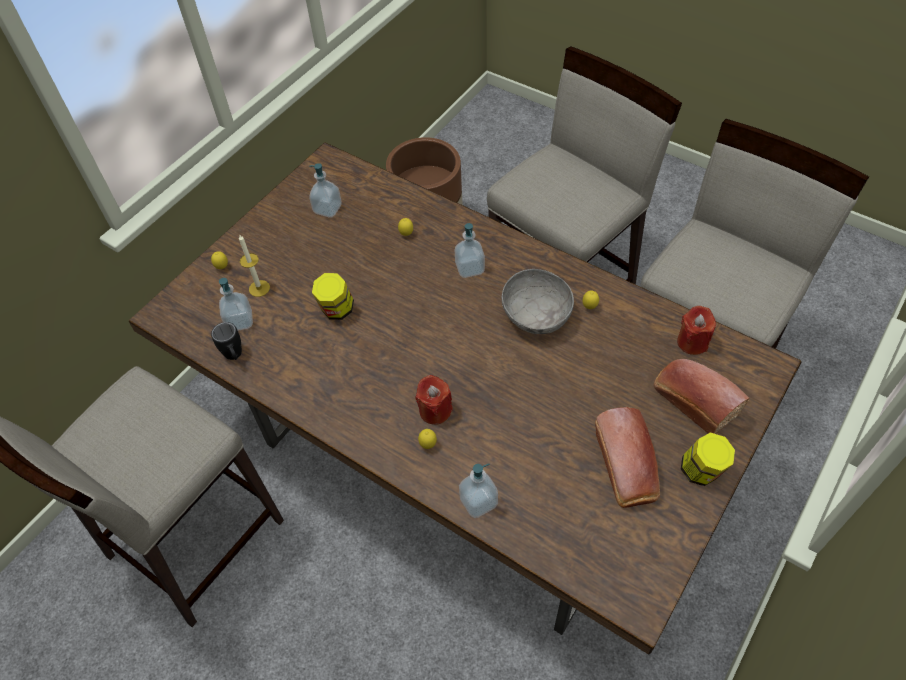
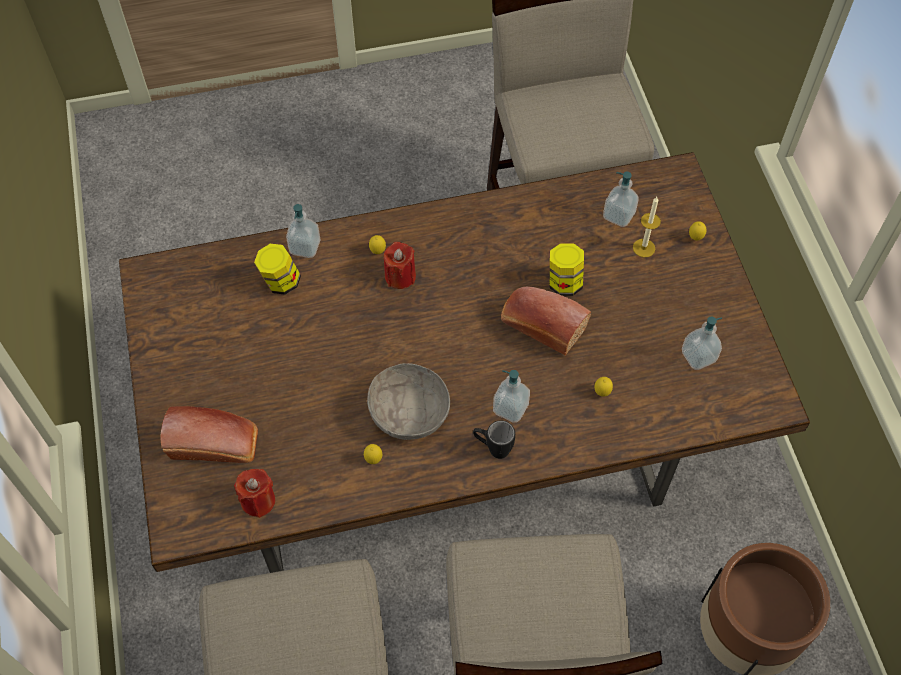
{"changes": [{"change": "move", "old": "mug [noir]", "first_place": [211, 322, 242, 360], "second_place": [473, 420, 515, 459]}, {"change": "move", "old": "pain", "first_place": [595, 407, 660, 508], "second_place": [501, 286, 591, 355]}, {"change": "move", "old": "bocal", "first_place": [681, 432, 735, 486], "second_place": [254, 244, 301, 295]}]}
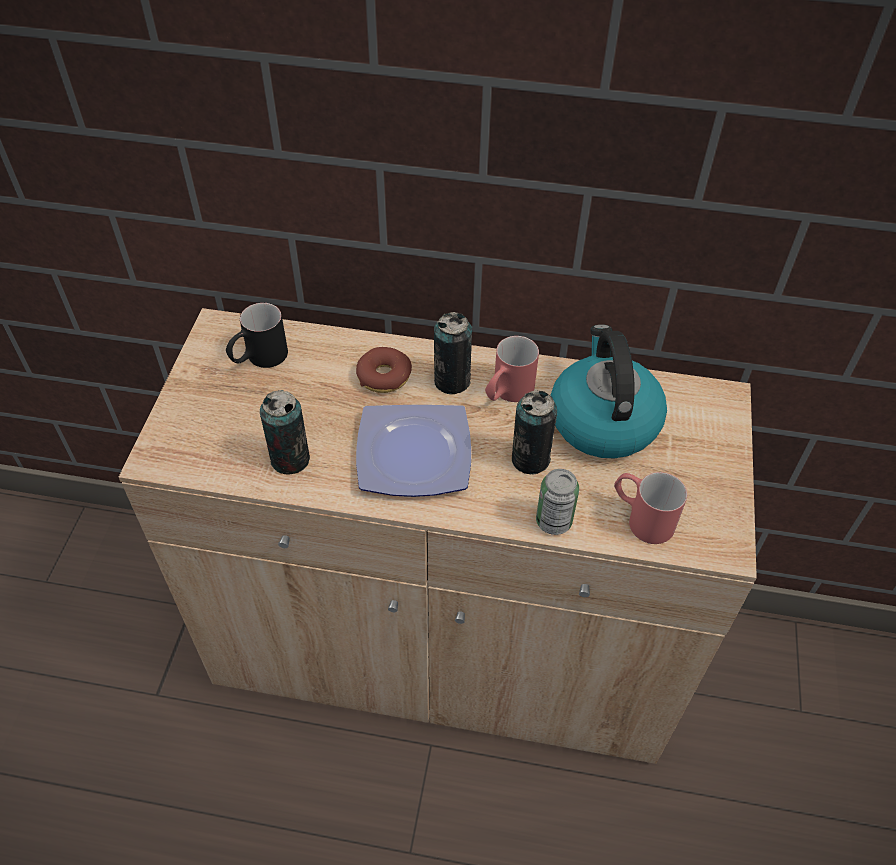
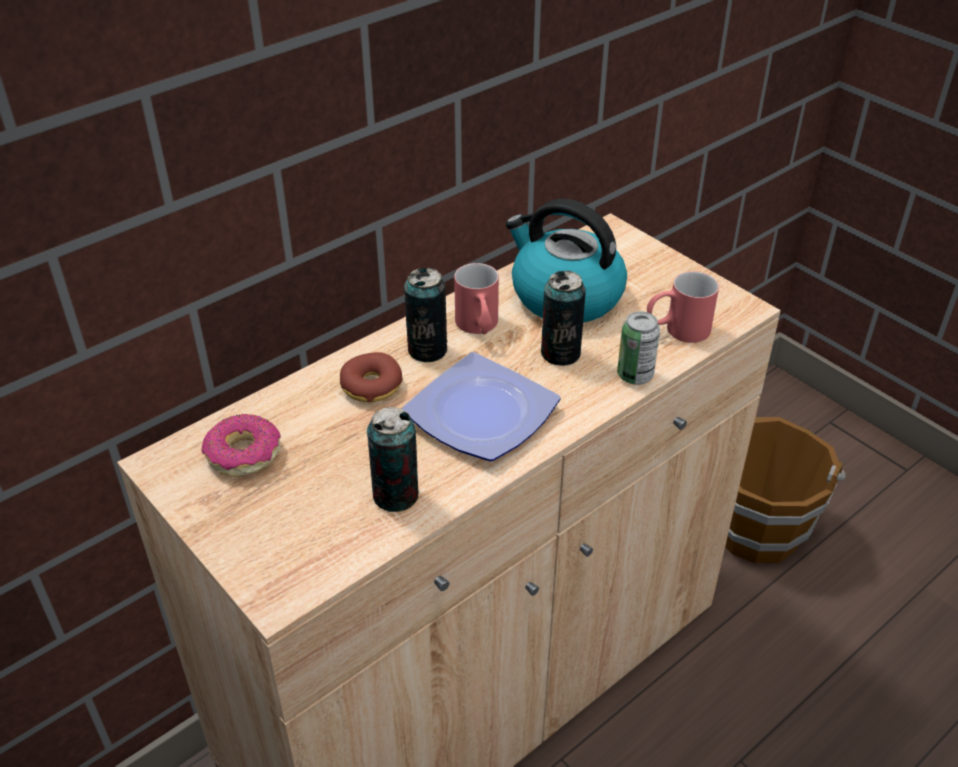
{"changes": [{"change": "replace", "old": "mug [noir]", "new": "beignet", "first_place": [226, 303, 288, 368], "second_place": [201, 414, 281, 477]}, {"change": "insert", "new": "seau [marron]", "second_place": [725, 417, 846, 563]}]}
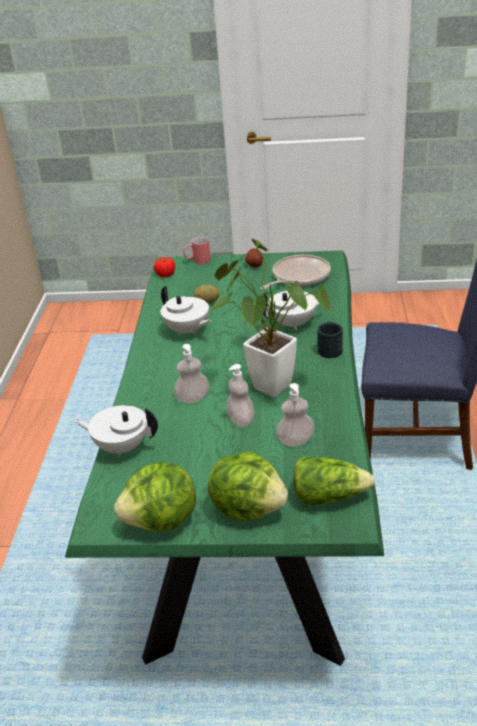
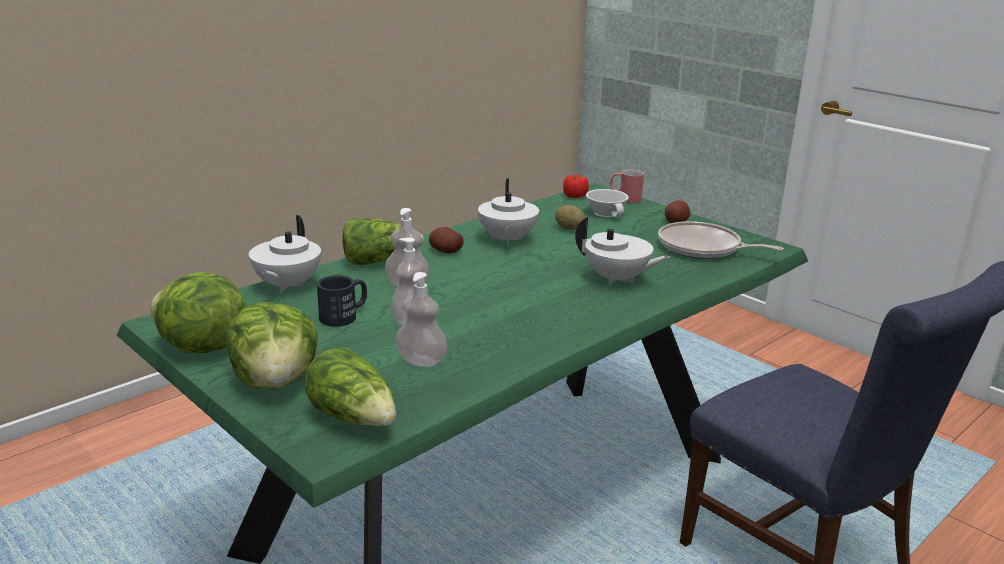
{"changes": [{"change": "rotate", "old": "théière [blanc]", "first_place": [74, 405, 158, 456], "second_place": [249, 215, 321, 293], "degrees": -135}, {"change": "delete", "old": "plante en pot", "first_place": [209, 239, 330, 397]}, {"change": "rotate", "old": "poêle", "first_place": [261, 255, 331, 290], "second_place": [658, 221, 784, 259], "degrees": -150}, {"change": "move", "old": "mug [noir]", "first_place": [317, 321, 343, 358], "second_place": [317, 275, 367, 327]}, {"change": "insert", "new": "laitue", "second_place": [342, 218, 424, 265]}, {"change": "insert", "new": "pomme de terre", "second_place": [429, 227, 464, 253]}, {"change": "insert", "new": "tasse [blanc]", "second_place": [586, 189, 629, 218]}]}
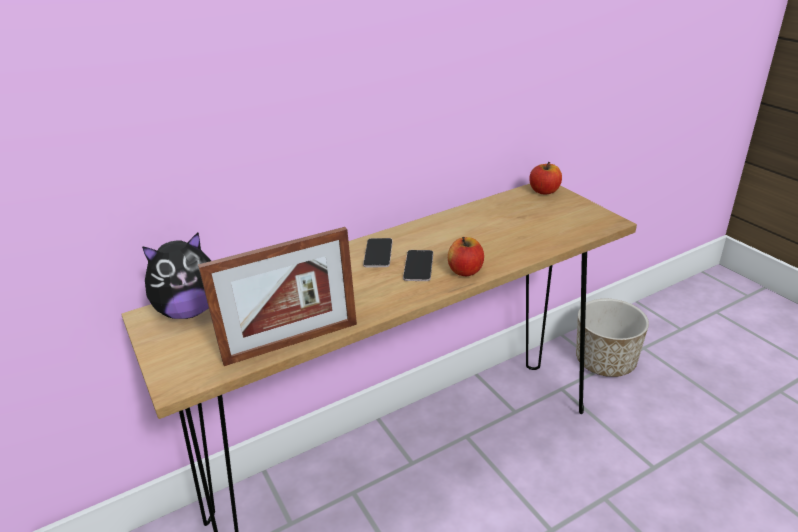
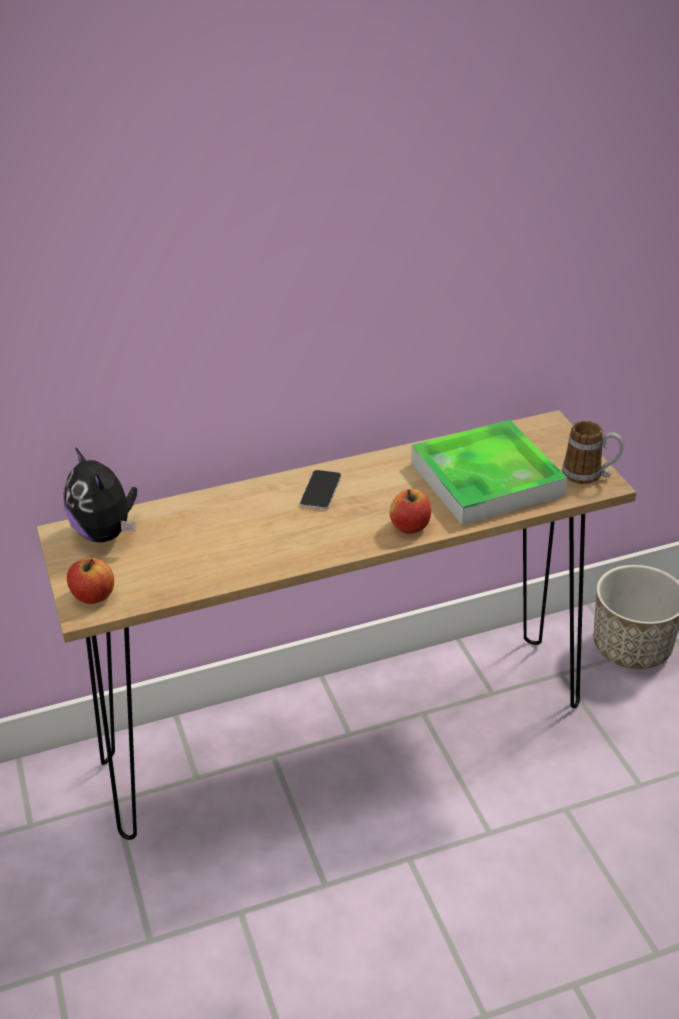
{"changes": [{"change": "rotate", "old": "peluche", "first_place": [142, 232, 211, 319], "second_place": [64, 447, 137, 542], "degrees": 75}, {"change": "delete", "old": "cadre photo", "first_place": [198, 227, 357, 366]}, {"change": "delete", "old": "téléphone", "first_place": [403, 250, 433, 281]}, {"change": "move", "old": "pomme", "first_place": [529, 162, 562, 195], "second_place": [67, 558, 114, 604]}, {"change": "insert", "new": "plateau", "second_place": [411, 420, 567, 525]}, {"change": "insert", "new": "mug", "second_place": [562, 421, 624, 484]}]}
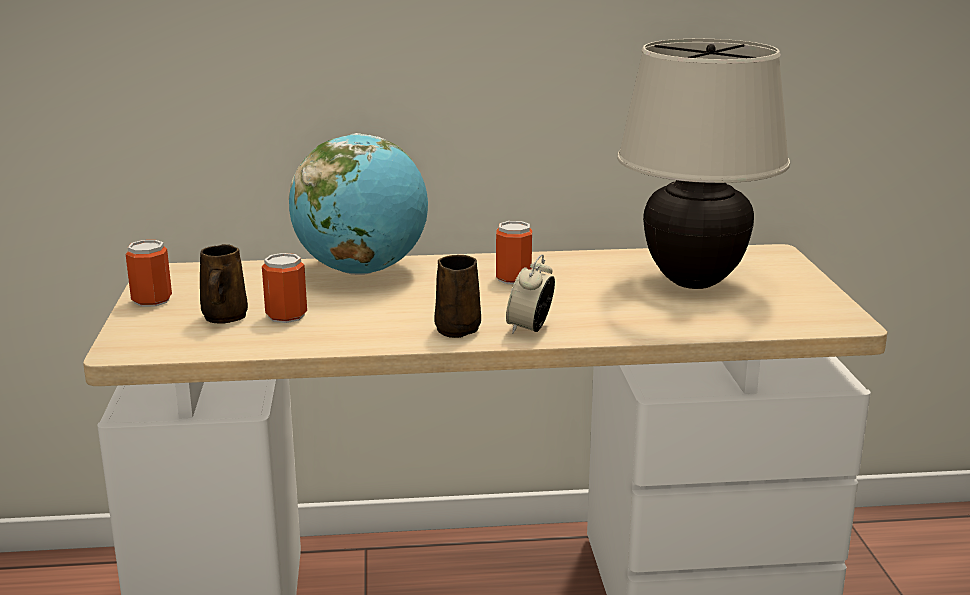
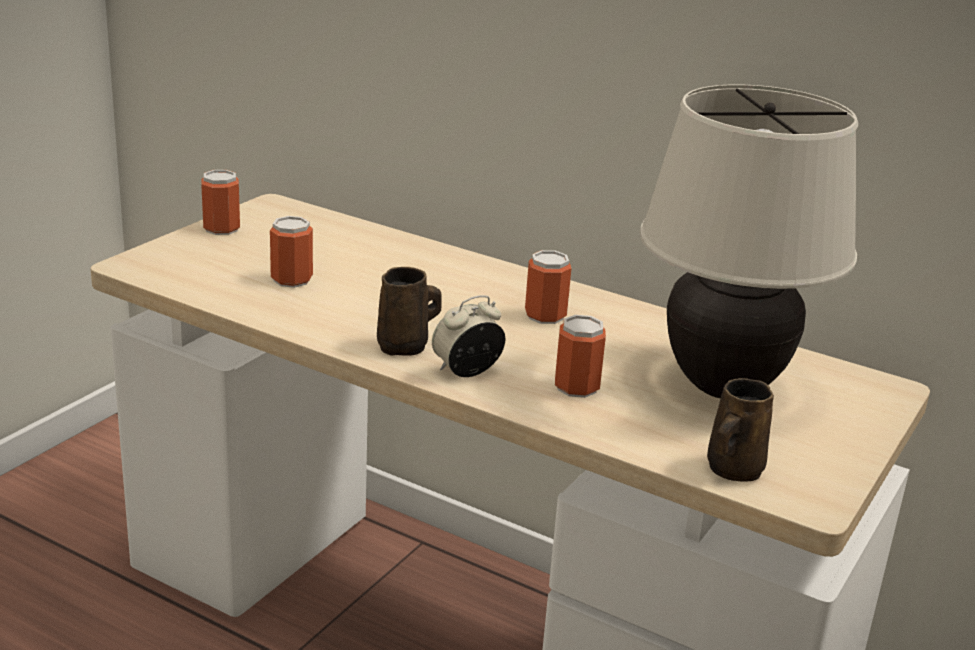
{"changes": [{"change": "move", "old": "mug [marron]", "first_place": [200, 244, 248, 323], "second_place": [707, 378, 774, 482]}, {"change": "delete", "old": "globe", "first_place": [289, 133, 428, 275]}, {"change": "insert", "new": "boîte métallique", "second_place": [555, 315, 606, 398]}]}
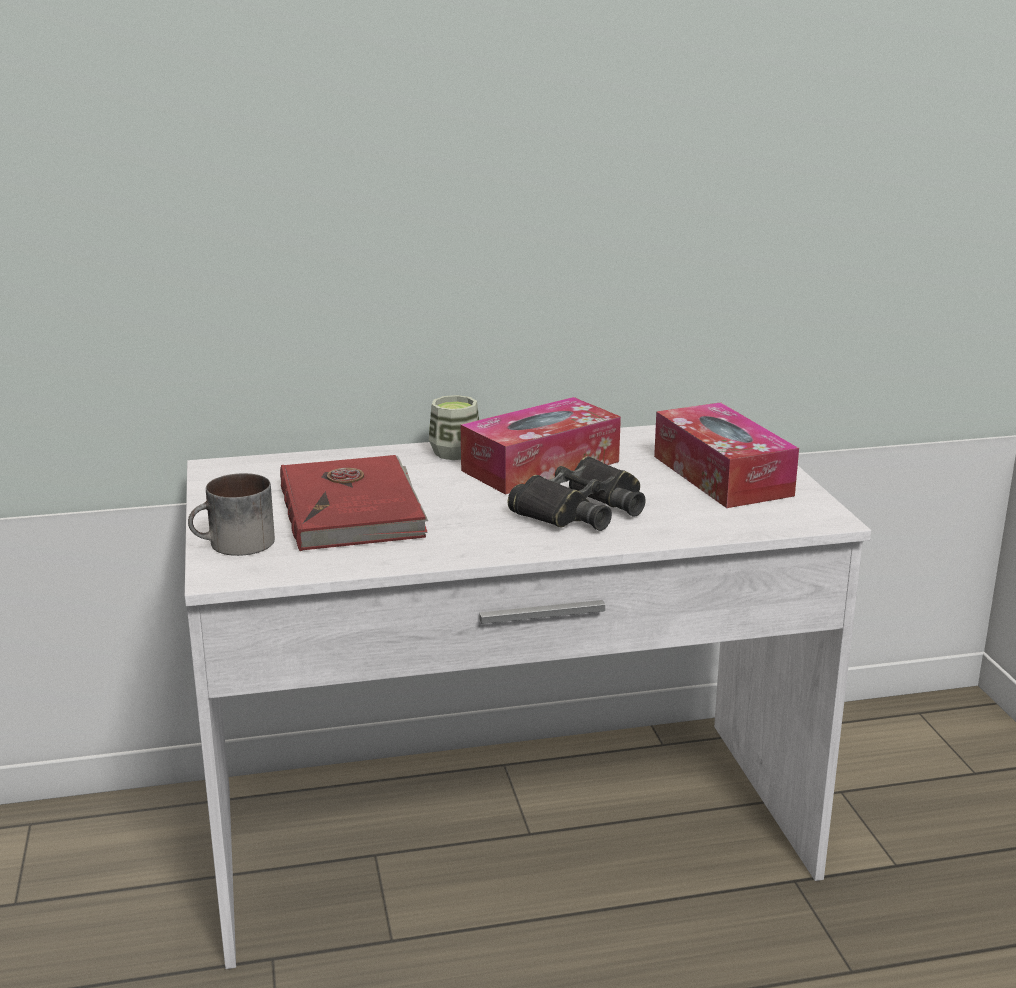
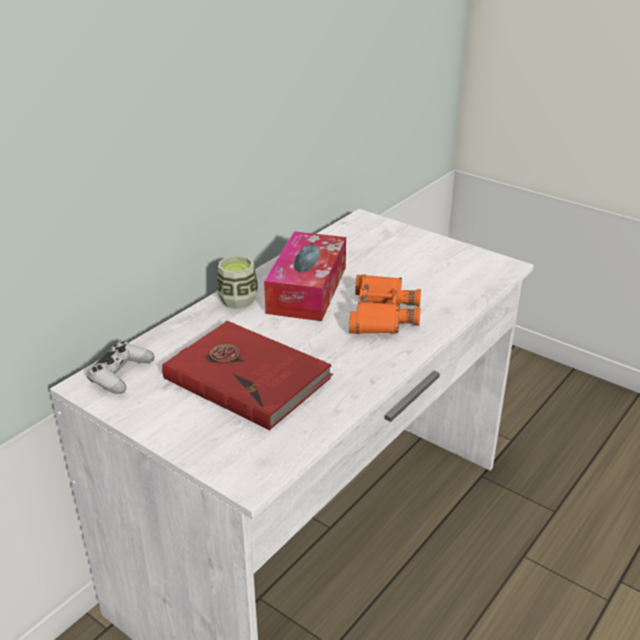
{"changes": [{"change": "delete", "old": "mug", "first_place": [188, 473, 275, 556]}, {"change": "recolor", "old": "jumelles [noir]", "new": "jumelles [orange]", "first_place": [508, 456, 646, 531], "second_place": [349, 274, 421, 334]}, {"change": "delete", "old": "boîte à mouchoirs", "first_place": [654, 402, 799, 508]}, {"change": "insert", "new": "manette [blanc]", "second_place": [87, 341, 155, 394]}]}
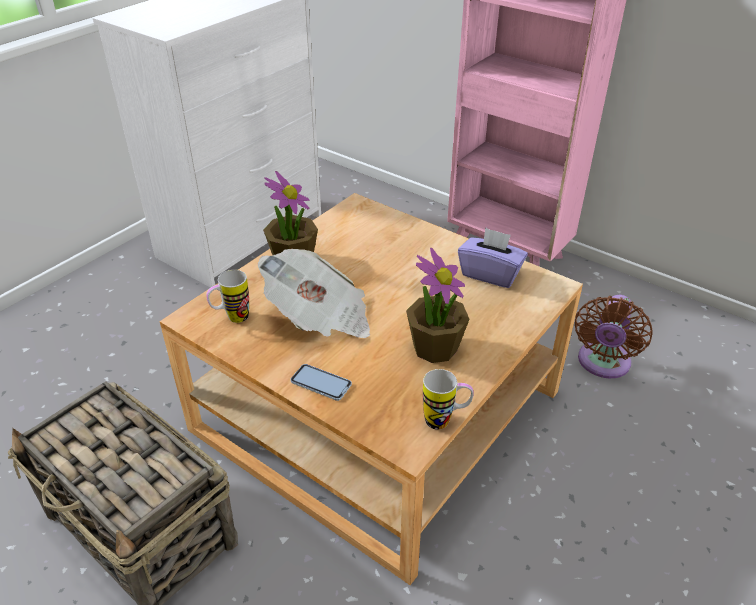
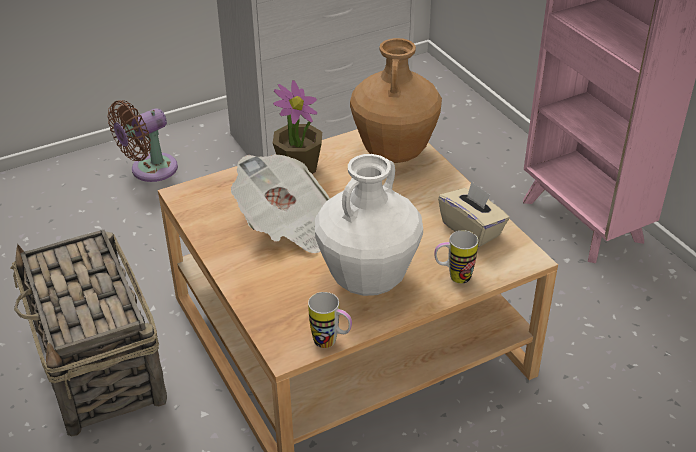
{"changes": [{"change": "move", "old": "mug", "first_place": [206, 270, 249, 323], "second_place": [434, 230, 478, 284]}, {"change": "delete", "old": "téléphone", "first_place": [290, 364, 352, 401]}, {"change": "replace", "old": "plante en pot", "new": "vase [blanc]", "first_place": [406, 248, 469, 363], "second_place": [315, 154, 423, 296]}, {"change": "recolor", "old": "boîte à mouchoirs [violet]", "new": "boîte à mouchoirs [beige]", "first_place": [458, 227, 528, 288], "second_place": [438, 182, 509, 247]}, {"change": "move", "old": "ventilateur [marron]", "first_place": [575, 295, 652, 378], "second_place": [108, 100, 178, 182]}, {"change": "insert", "new": "vase [marron]", "second_place": [350, 38, 442, 163]}]}
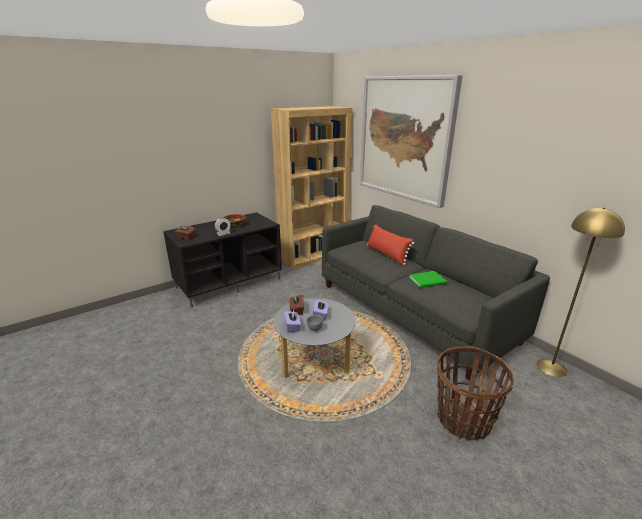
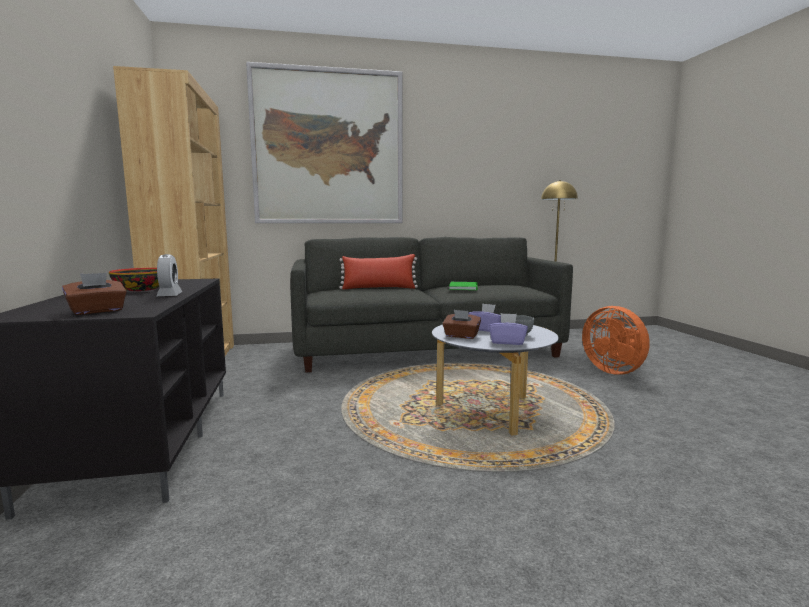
{"changes": [{"change": "replace", "old": "panier", "new": "ventilateur [orange]", "first_place": [437, 346, 514, 440], "second_place": [582, 306, 650, 375]}]}
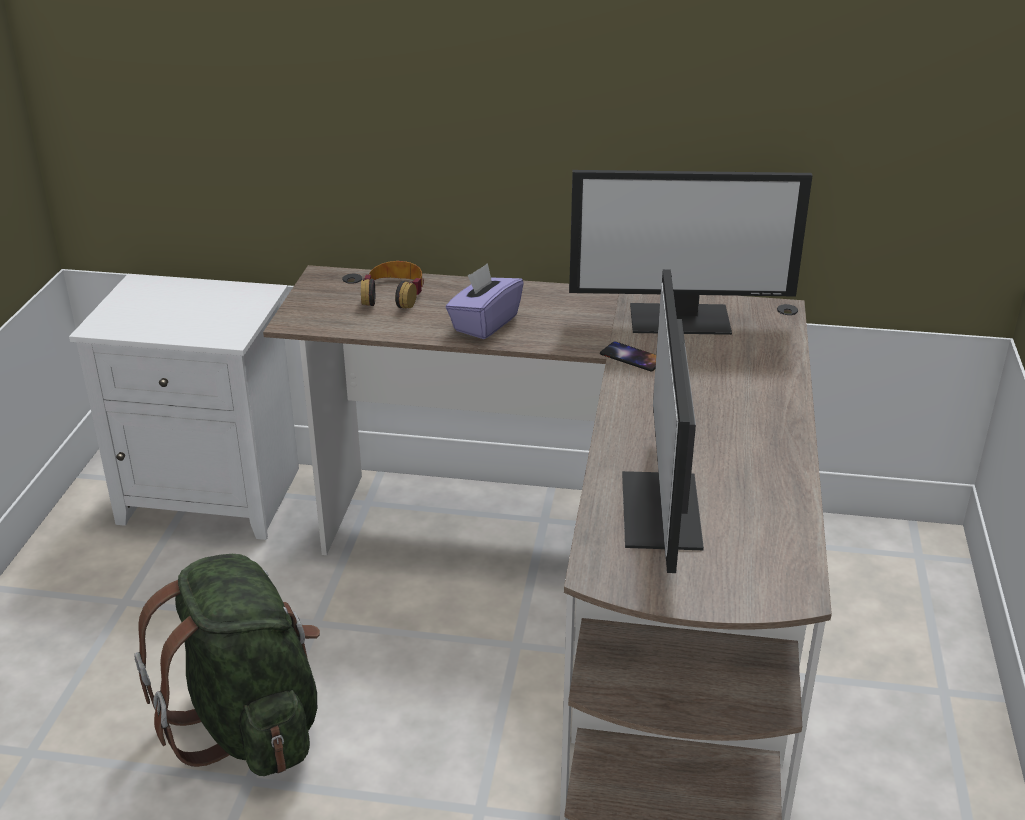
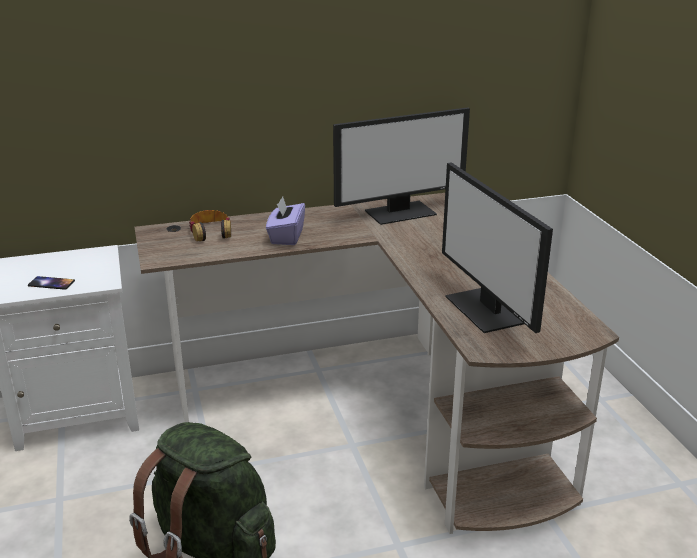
{"changes": [{"change": "move", "old": "téléphone", "first_place": [600, 341, 656, 372], "second_place": [28, 276, 75, 290]}]}
